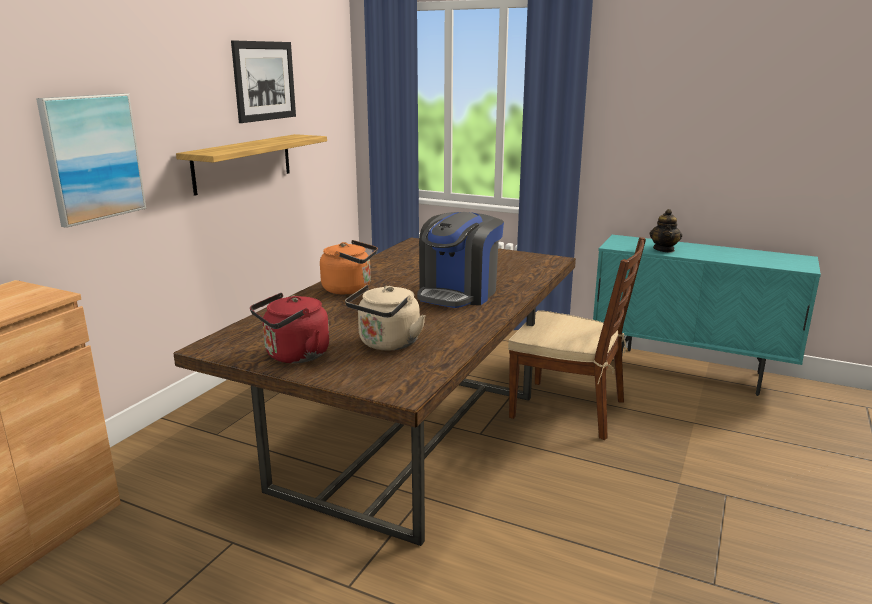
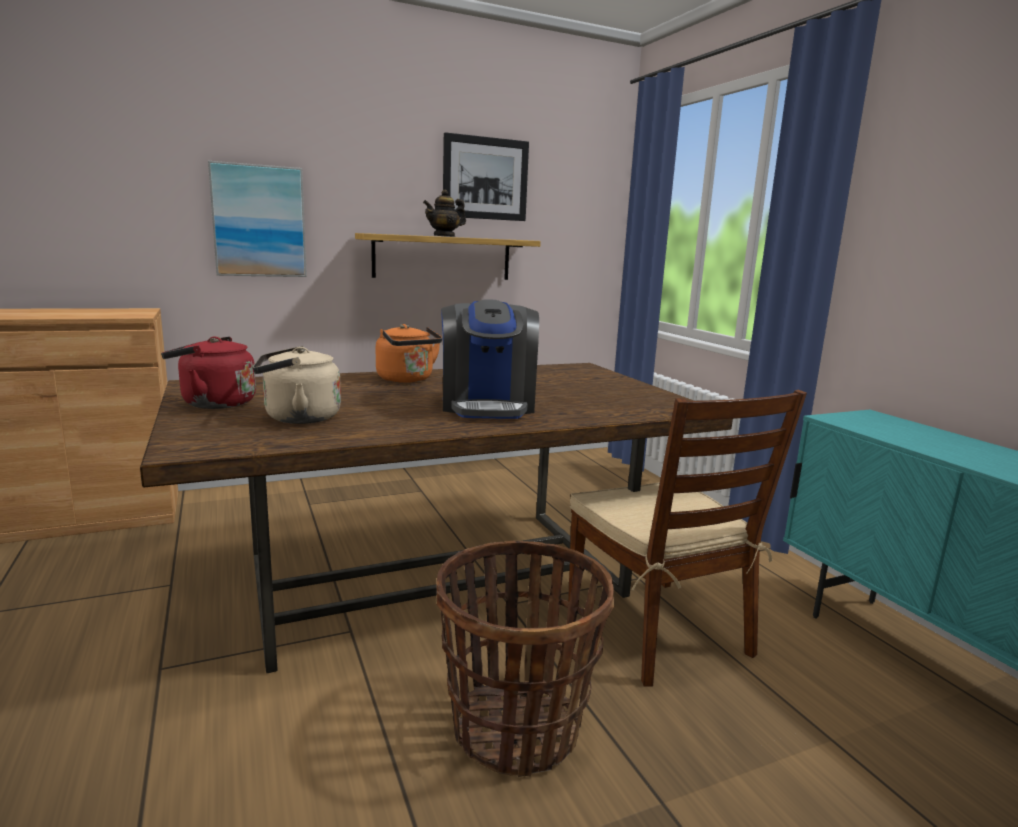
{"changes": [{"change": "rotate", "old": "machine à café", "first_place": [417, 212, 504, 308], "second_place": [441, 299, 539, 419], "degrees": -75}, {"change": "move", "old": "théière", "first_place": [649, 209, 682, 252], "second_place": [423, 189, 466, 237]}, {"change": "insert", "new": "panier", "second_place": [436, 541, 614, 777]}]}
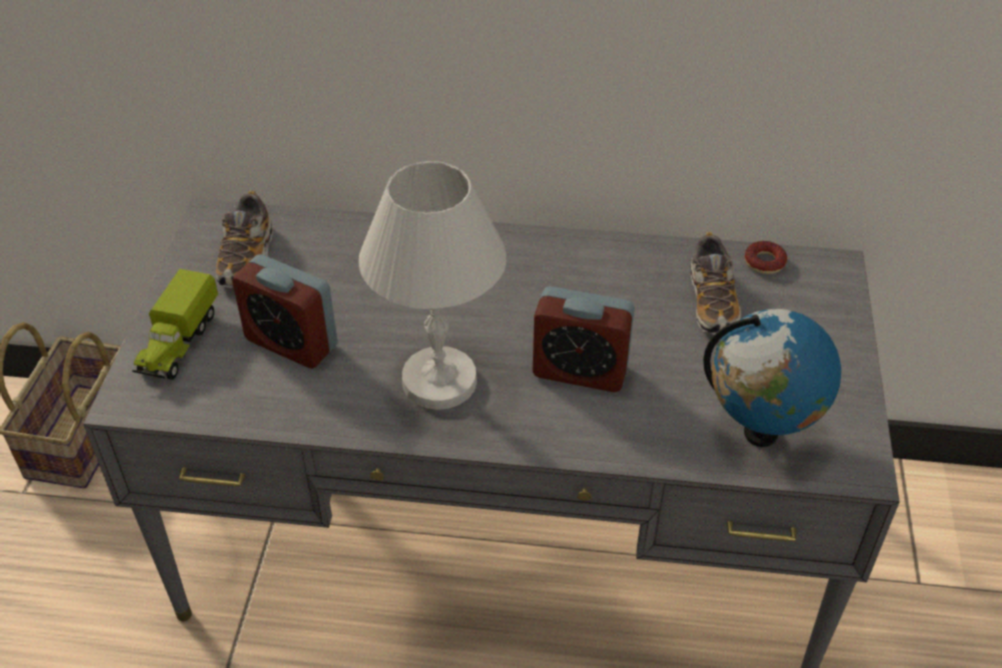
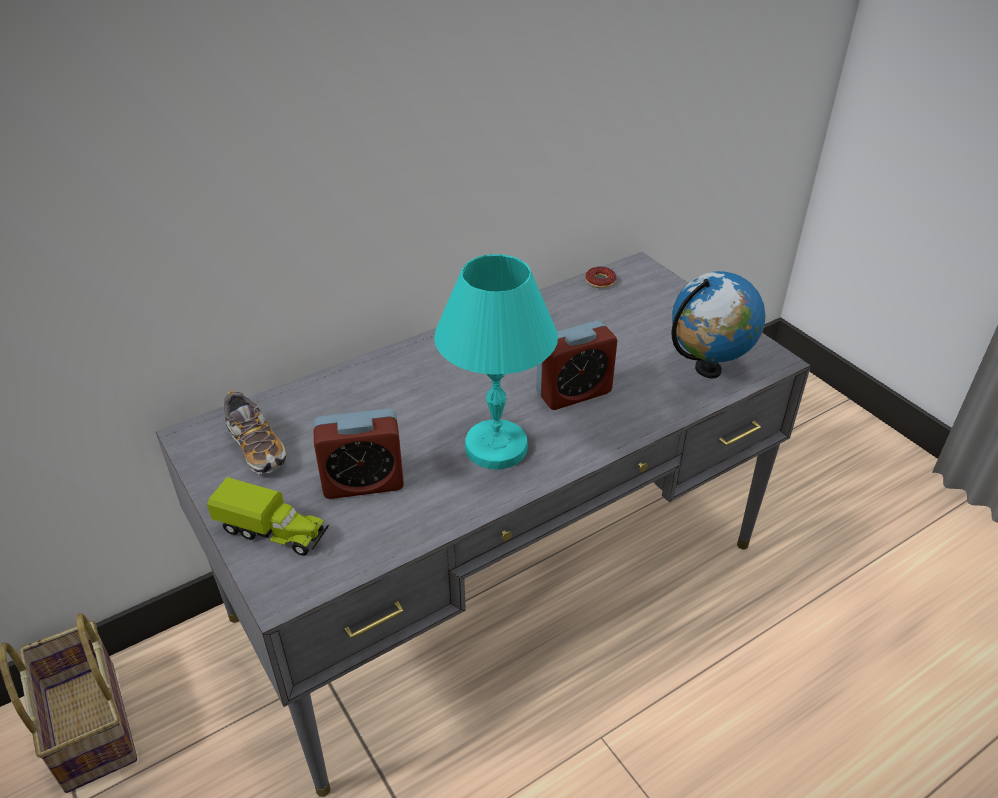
{"changes": [{"change": "rotate", "old": "camion jouet", "first_place": [132, 269, 218, 380], "second_place": [207, 477, 329, 556], "degrees": -45}, {"change": "recolor", "old": "lampe de table [blanc]", "new": "lampe de table [turquoise]", "first_place": [359, 161, 506, 410], "second_place": [434, 254, 558, 470]}, {"change": "delete", "old": "chaussure", "first_place": [690, 232, 741, 335]}]}
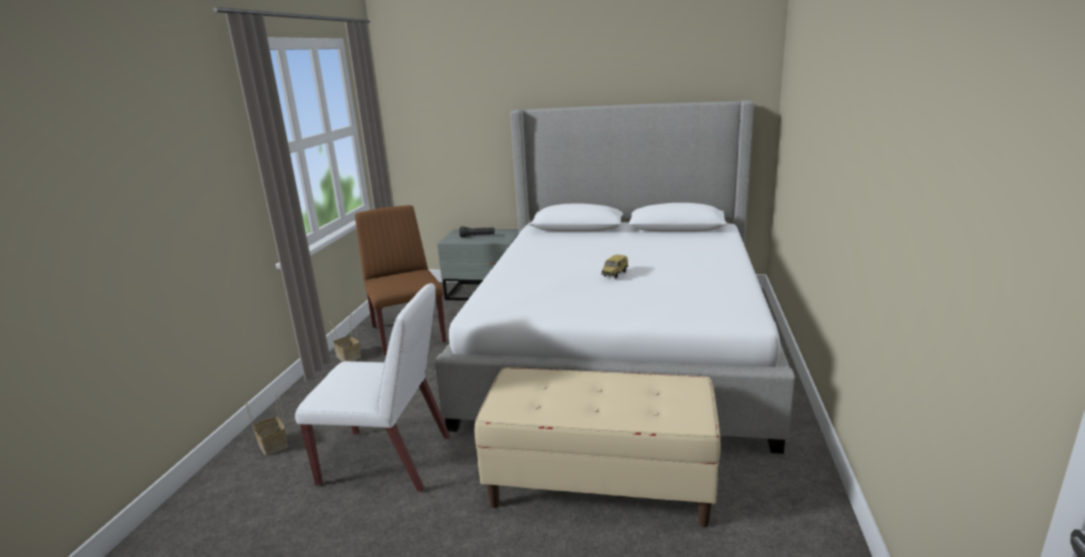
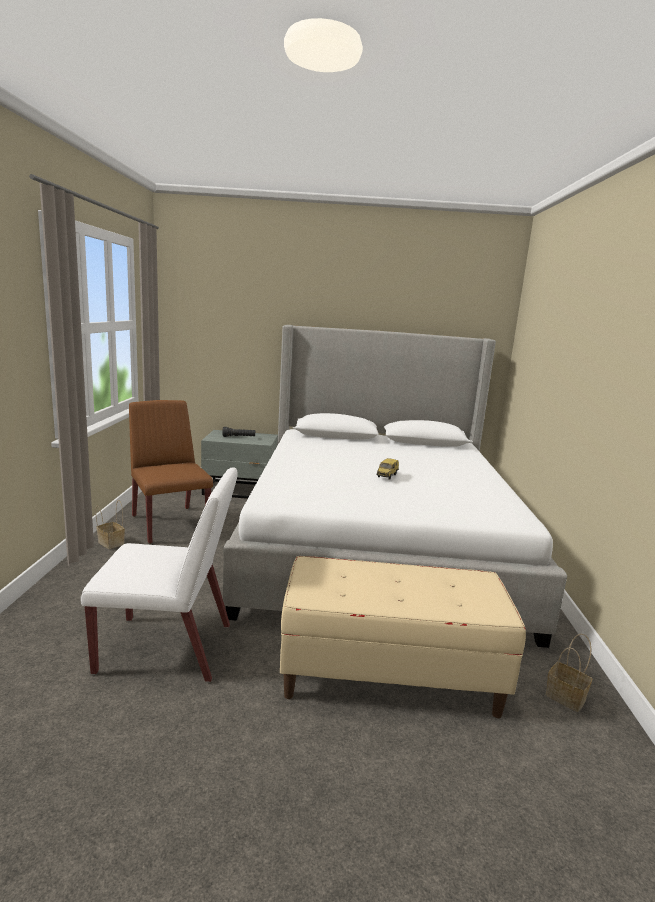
{"changes": [{"change": "move", "old": "panier", "first_place": [246, 391, 288, 456], "second_place": [546, 633, 592, 712]}]}
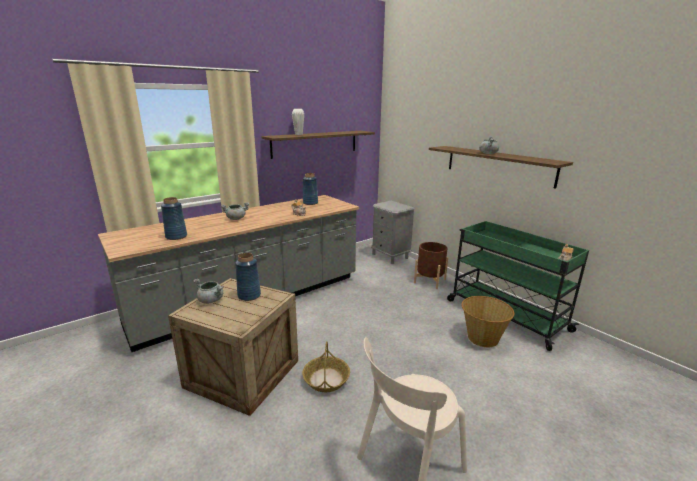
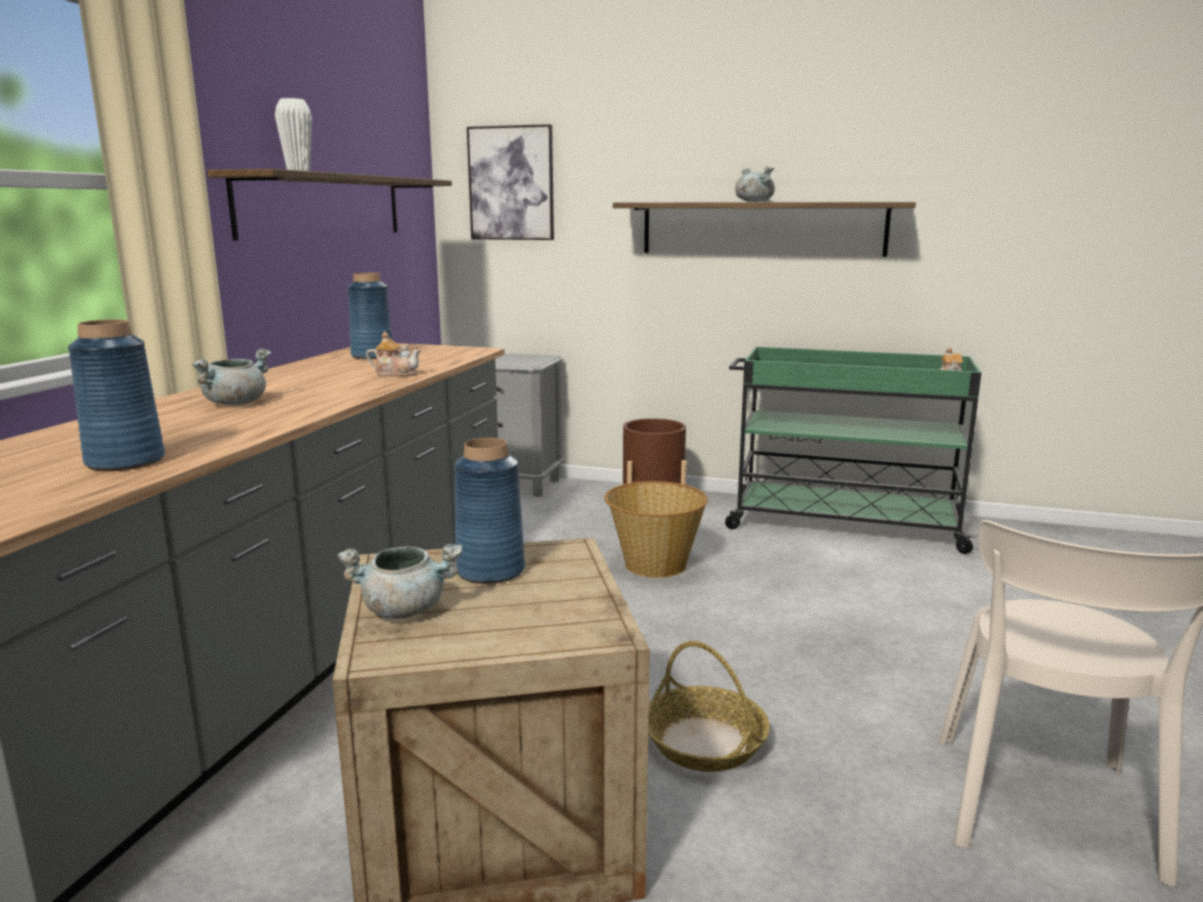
{"changes": [{"change": "move", "old": "panier", "first_place": [461, 296, 514, 347], "second_place": [604, 481, 708, 578]}, {"change": "insert", "new": "tableau", "second_place": [467, 124, 554, 240]}]}
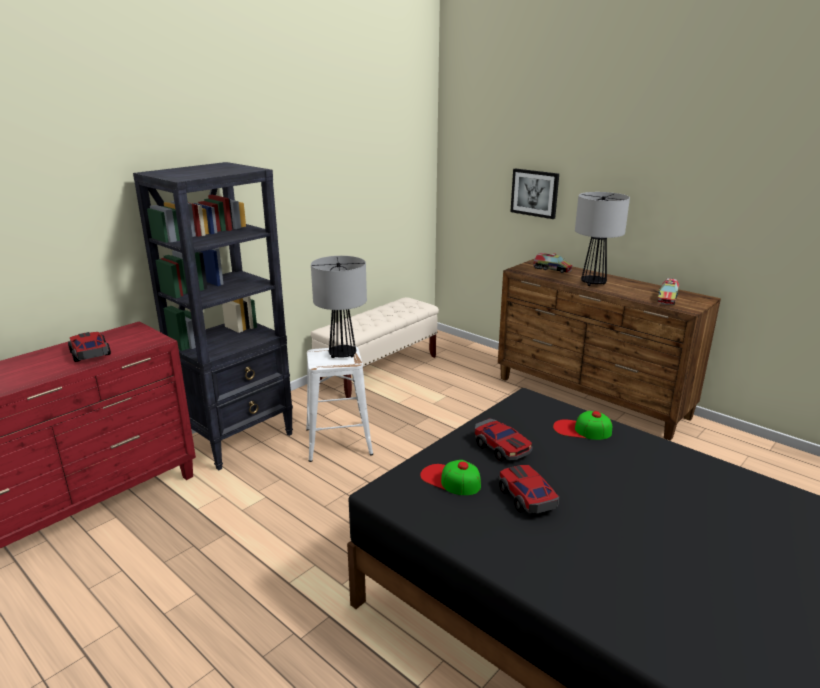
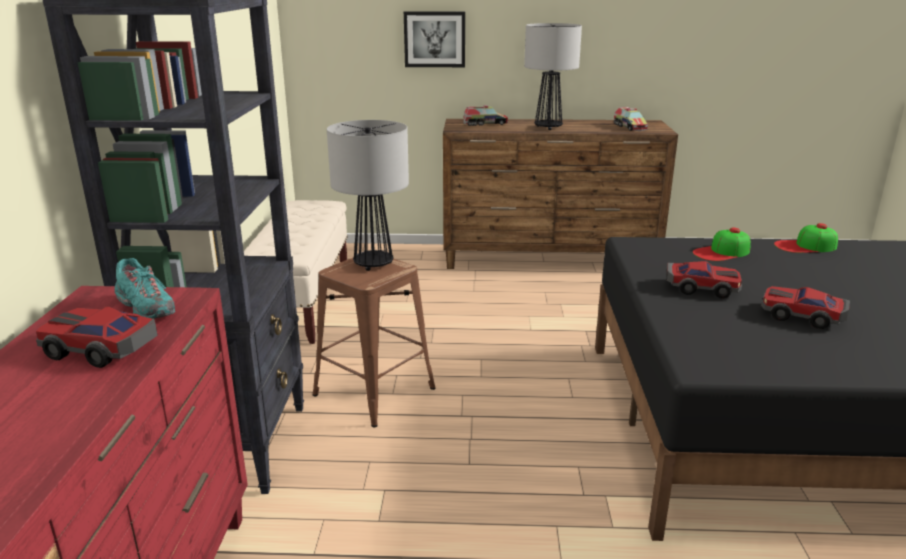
{"changes": [{"change": "recolor", "old": "tabouret [blanc]", "new": "tabouret [marron]", "first_place": [306, 346, 373, 462], "second_place": [313, 258, 436, 428]}, {"change": "move", "old": "casquette", "first_place": [420, 460, 481, 495], "second_place": [774, 223, 838, 253]}, {"change": "insert", "new": "chaussure [turquoise]", "second_place": [115, 258, 175, 319]}]}
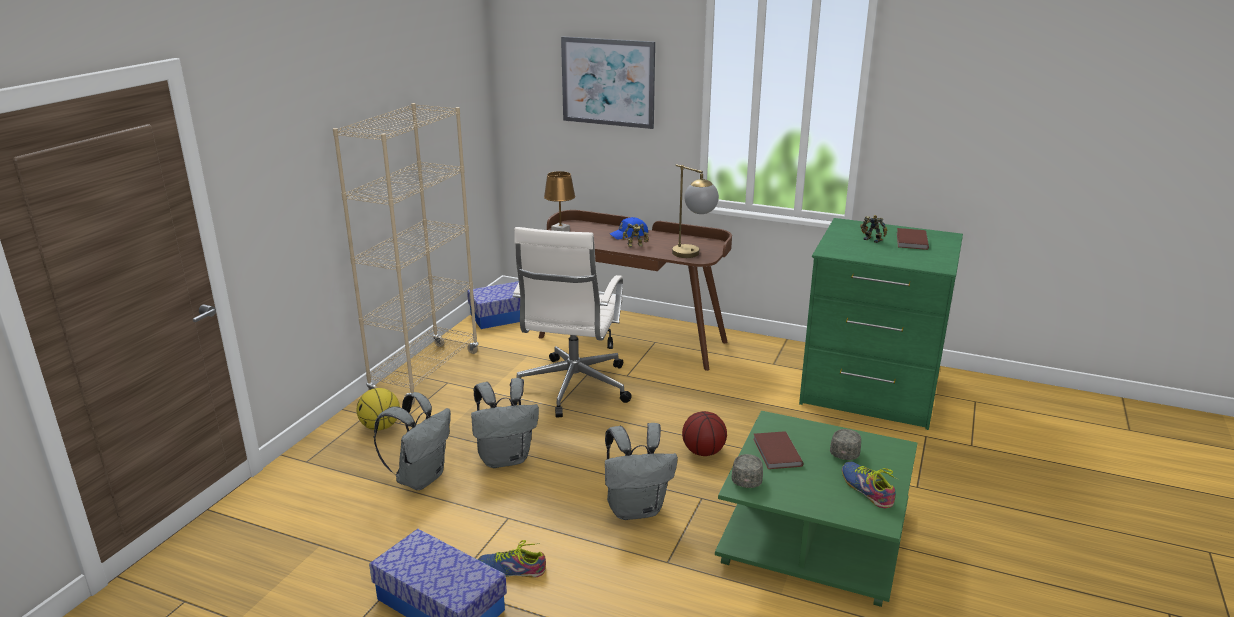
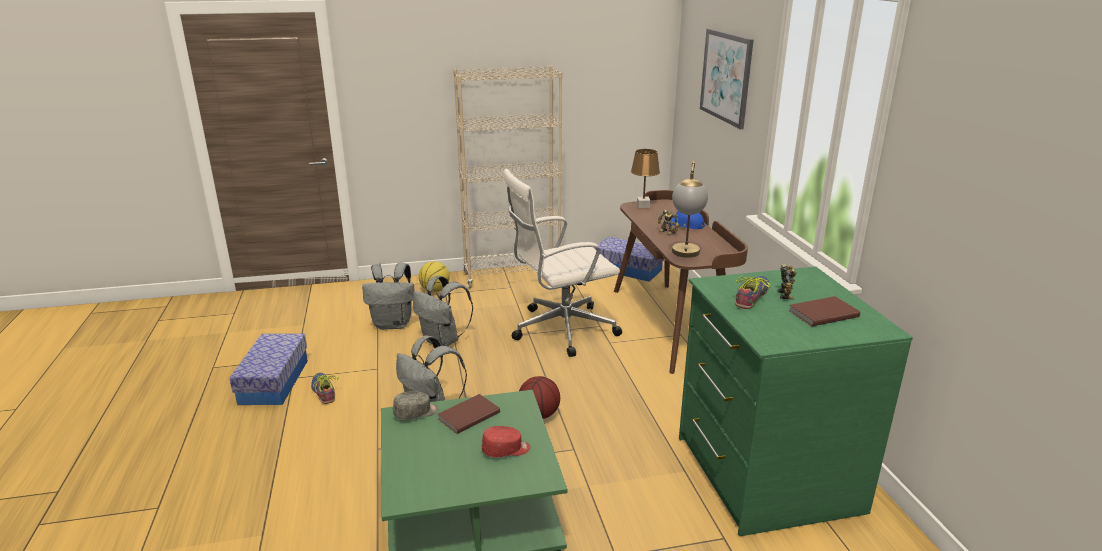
{"changes": [{"change": "recolor", "old": "casquette [gris]", "new": "casquette [rouge]", "first_place": [830, 429, 861, 460], "second_place": [482, 426, 530, 457]}, {"change": "move", "old": "chaussure", "first_place": [842, 462, 899, 508], "second_place": [735, 276, 771, 309]}]}
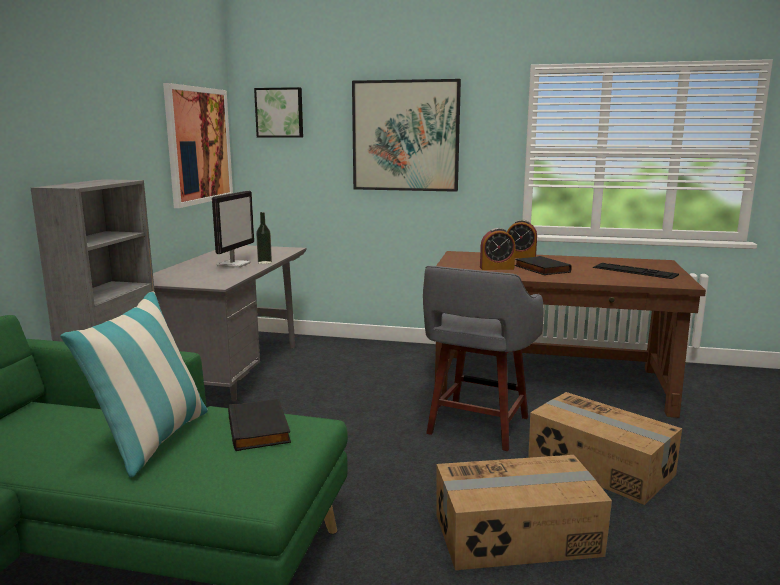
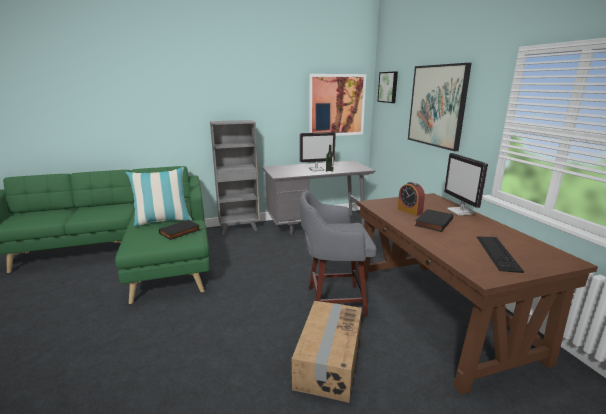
{"changes": [{"change": "delete", "old": "carton", "first_place": [436, 455, 612, 570]}, {"change": "replace", "old": "réveil", "new": "écran d'ordinateur", "first_place": [507, 220, 537, 258], "second_place": [444, 153, 488, 215]}]}
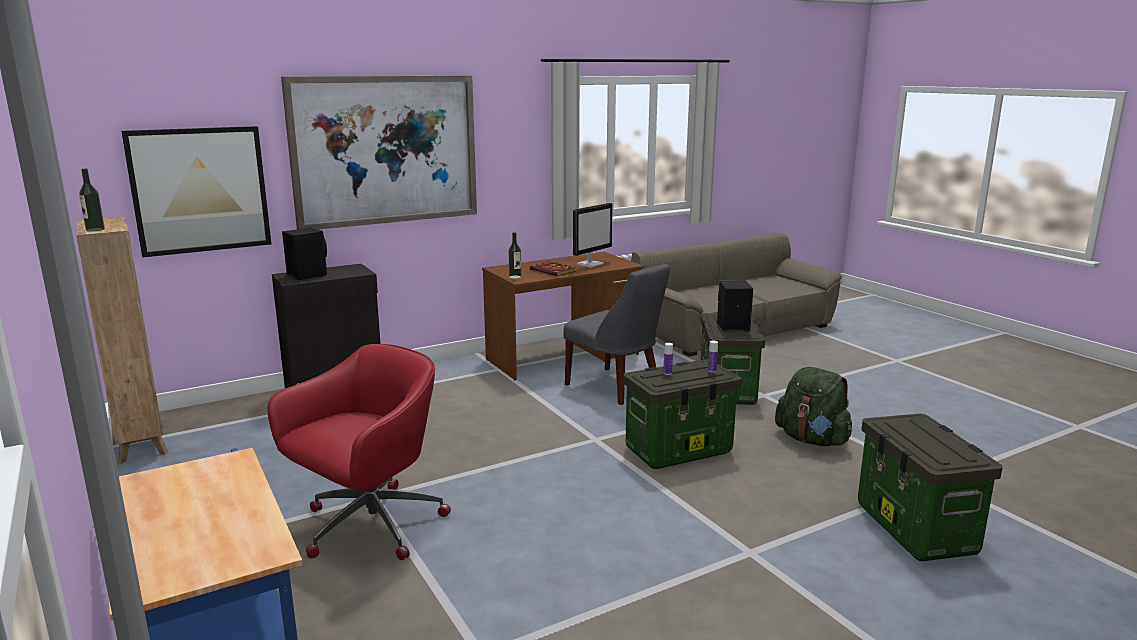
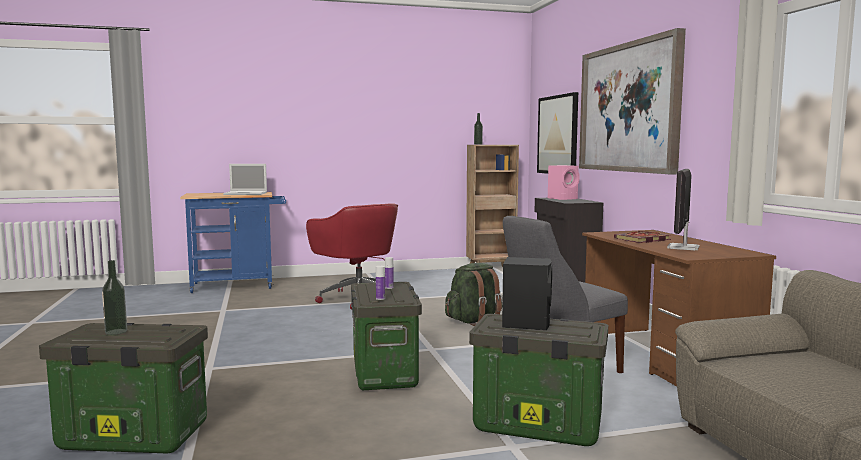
{"changes": [{"change": "recolor", "old": "enceinte [noir]", "new": "enceinte [rose]", "first_place": [282, 227, 327, 280], "second_place": [548, 165, 580, 200]}, {"change": "move", "old": "bouteille", "first_place": [508, 232, 521, 279], "second_place": [102, 260, 127, 335]}, {"change": "rotate", "old": "écran d'ordinateur", "first_place": [573, 203, 613, 268], "second_place": [667, 169, 699, 250], "degrees": 60}, {"change": "move", "old": "sac à dos [vert]", "first_place": [775, 367, 852, 446], "second_place": [445, 263, 502, 326]}, {"change": "insert", "new": "ordinateur portable", "second_place": [223, 164, 267, 195]}]}
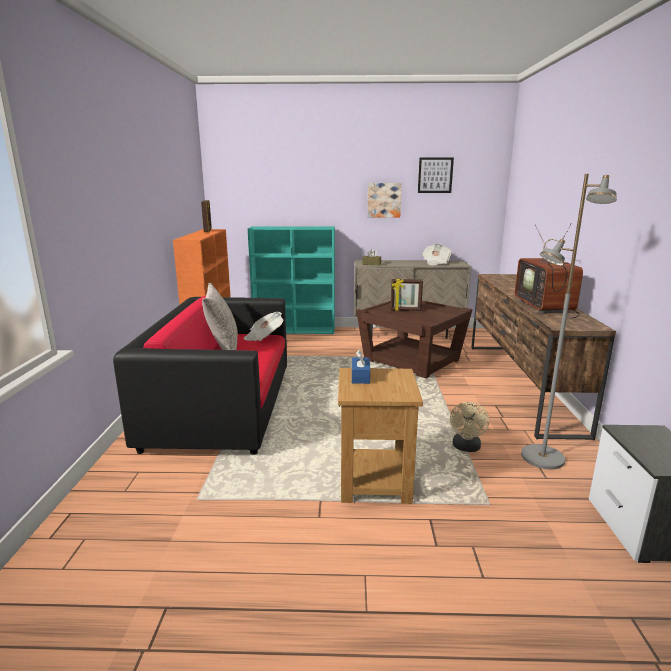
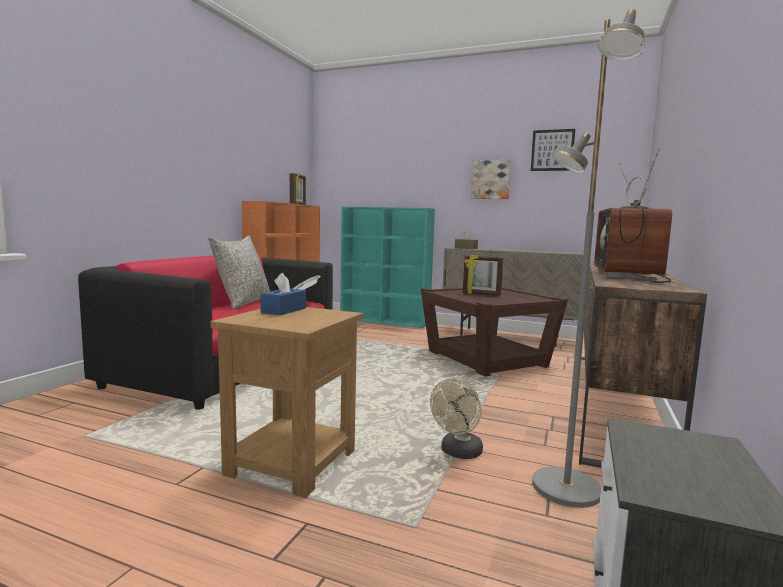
{"changes": [{"change": "delete", "old": "journal", "first_place": [422, 244, 452, 265]}]}
